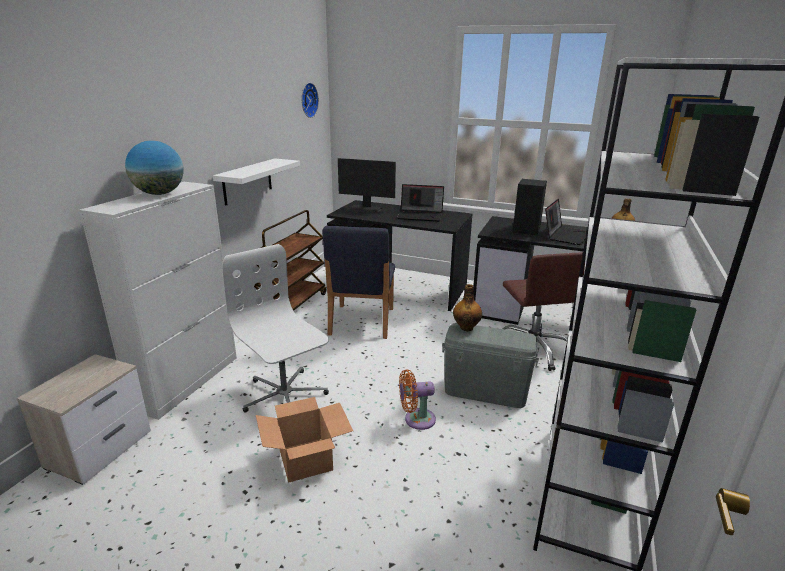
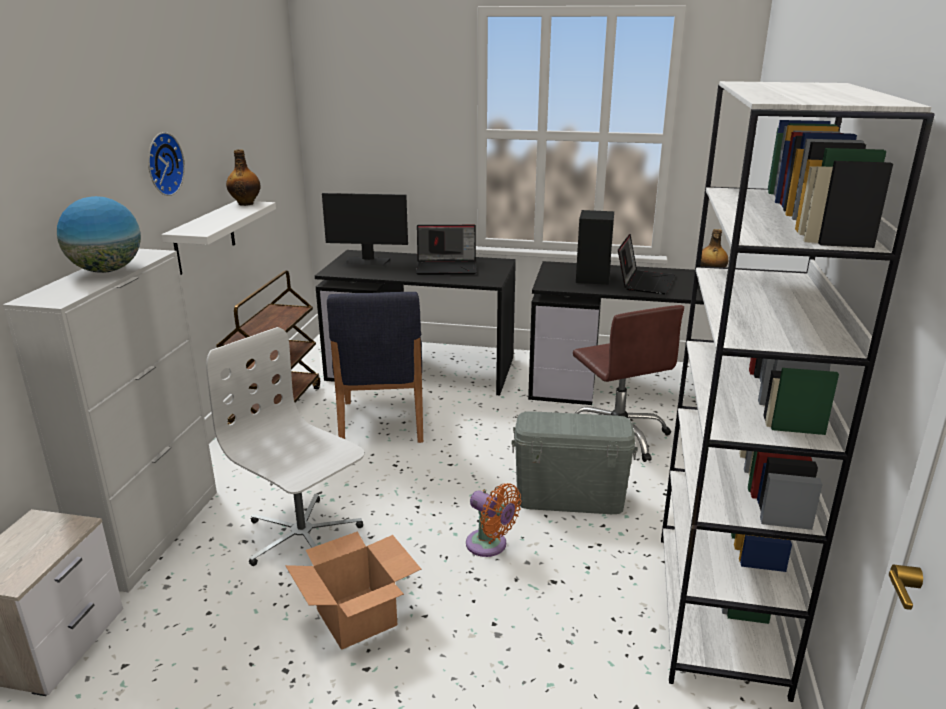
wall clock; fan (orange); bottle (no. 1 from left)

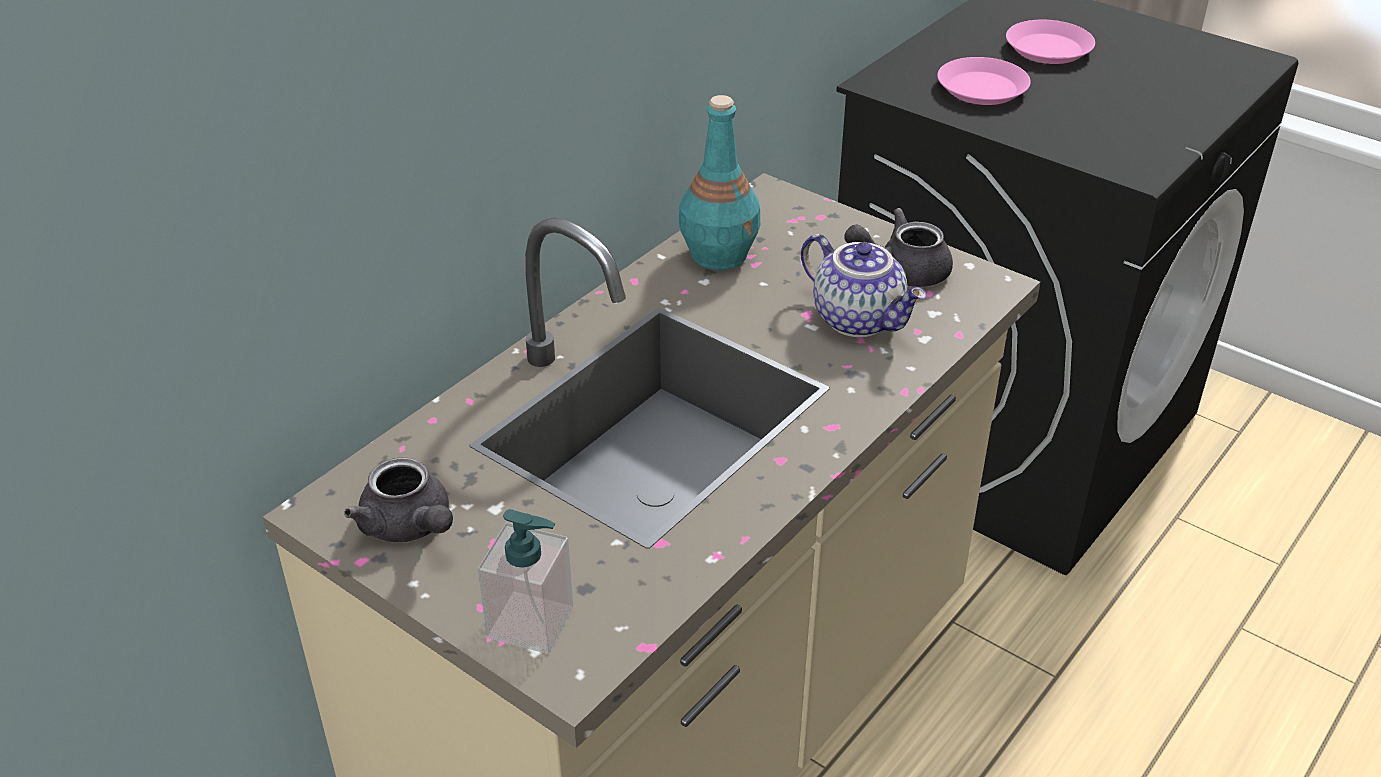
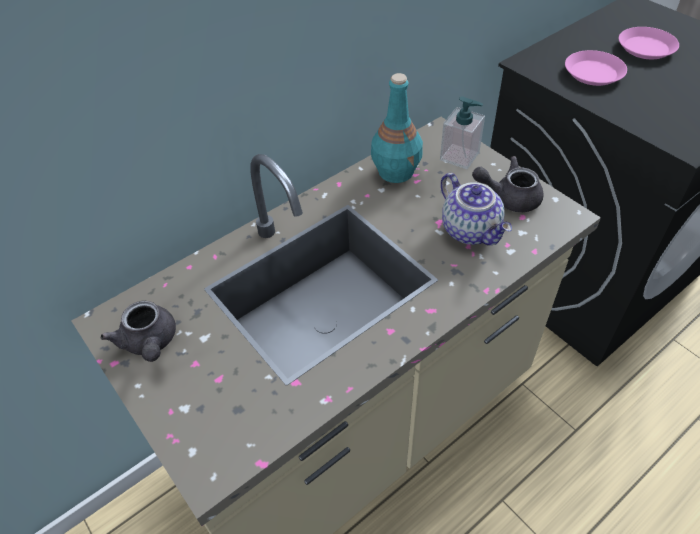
soap dispenser

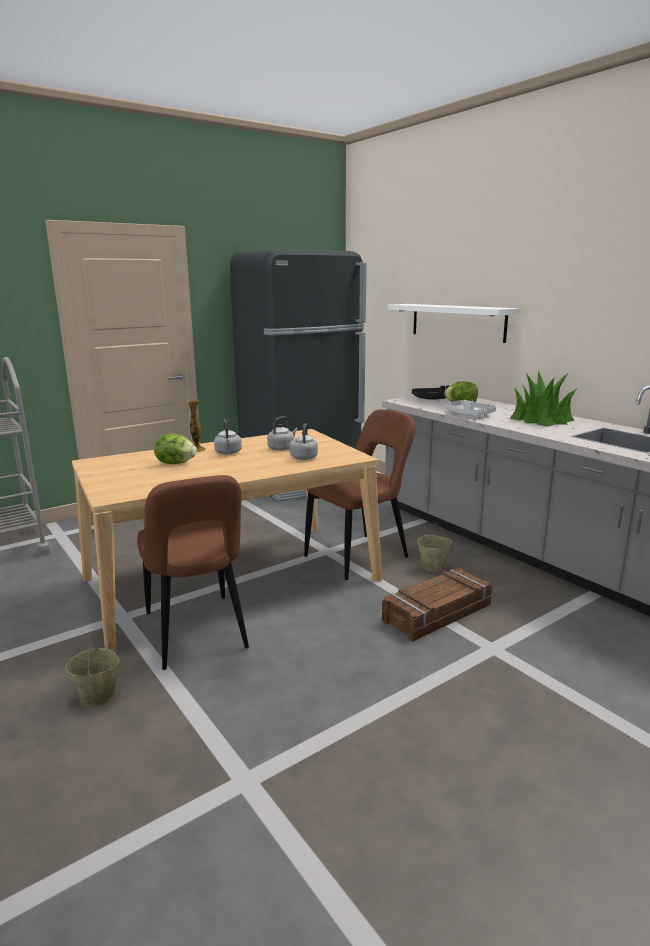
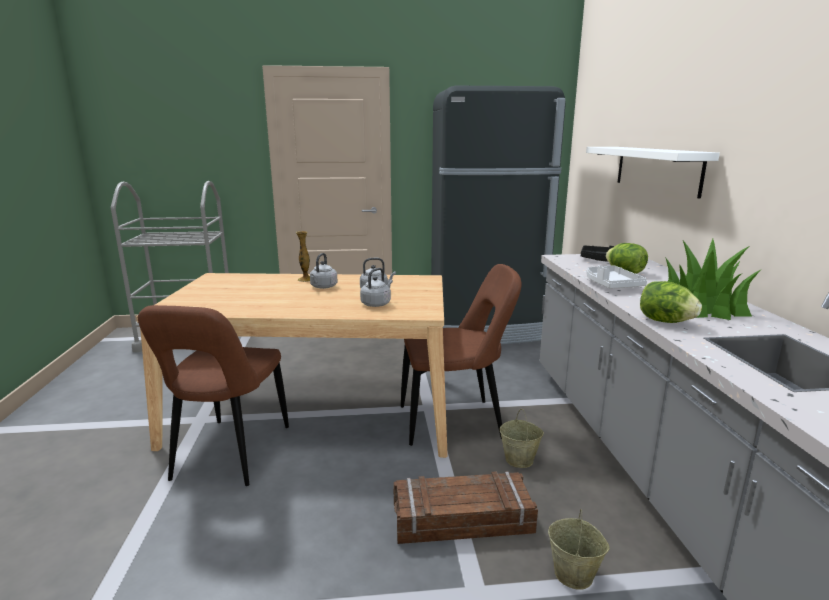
bucket (beige) (no. 2 from left); lettuce (no. 2 from left)

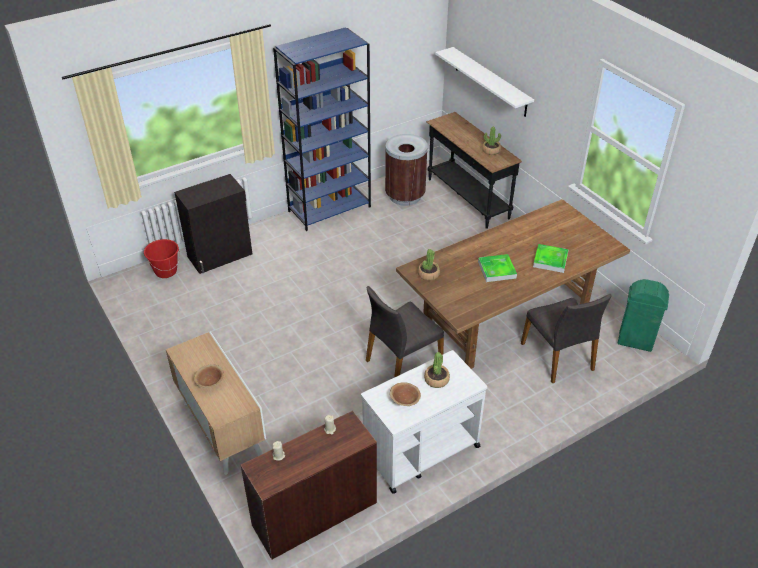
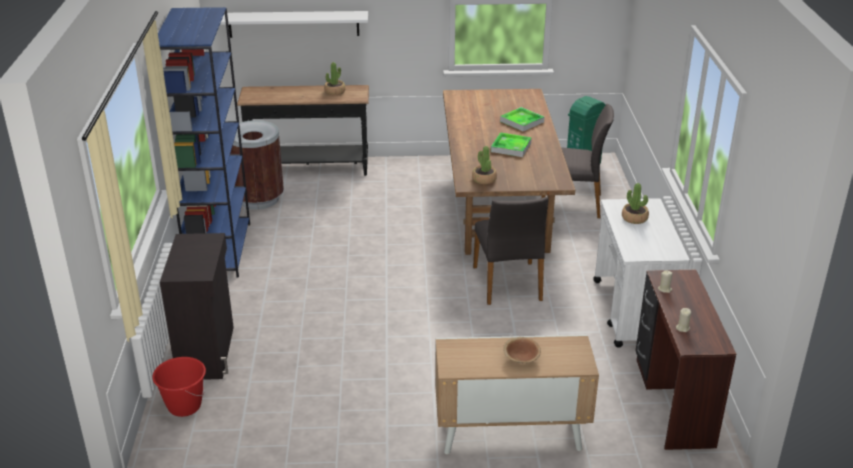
bowl (brown) (no. 2 from left in the first image)

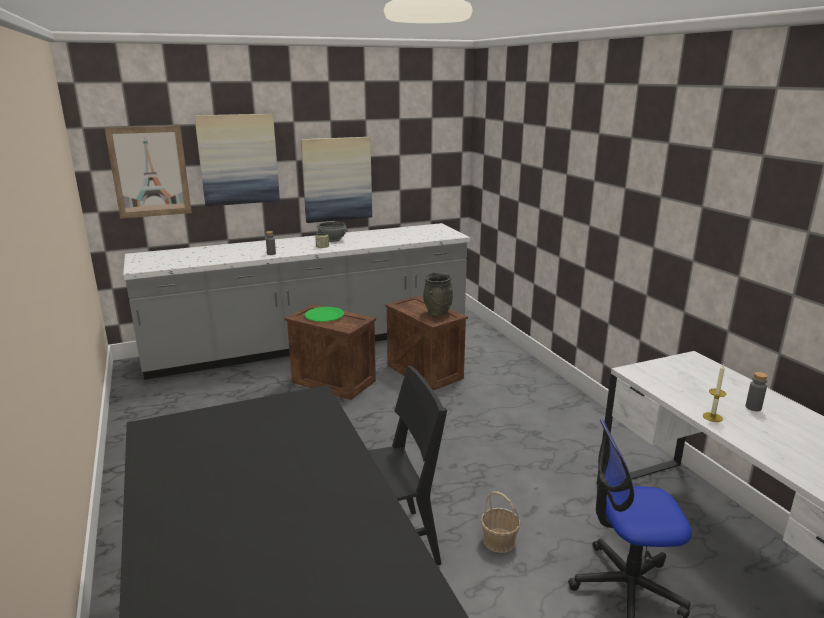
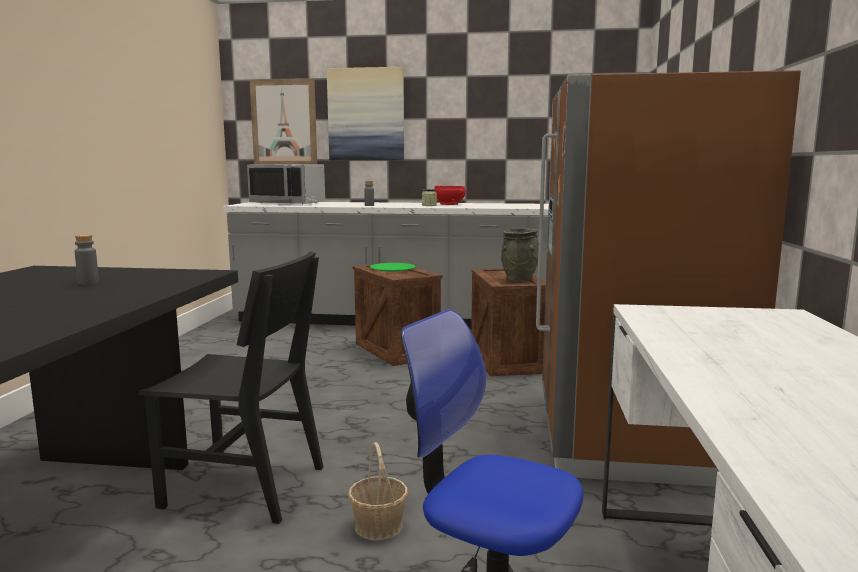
picture (no. 3 from left in the first image); bowl (red); candle; bottle (grey) (no. 1 from left); microwave (grey); fridge (brown)

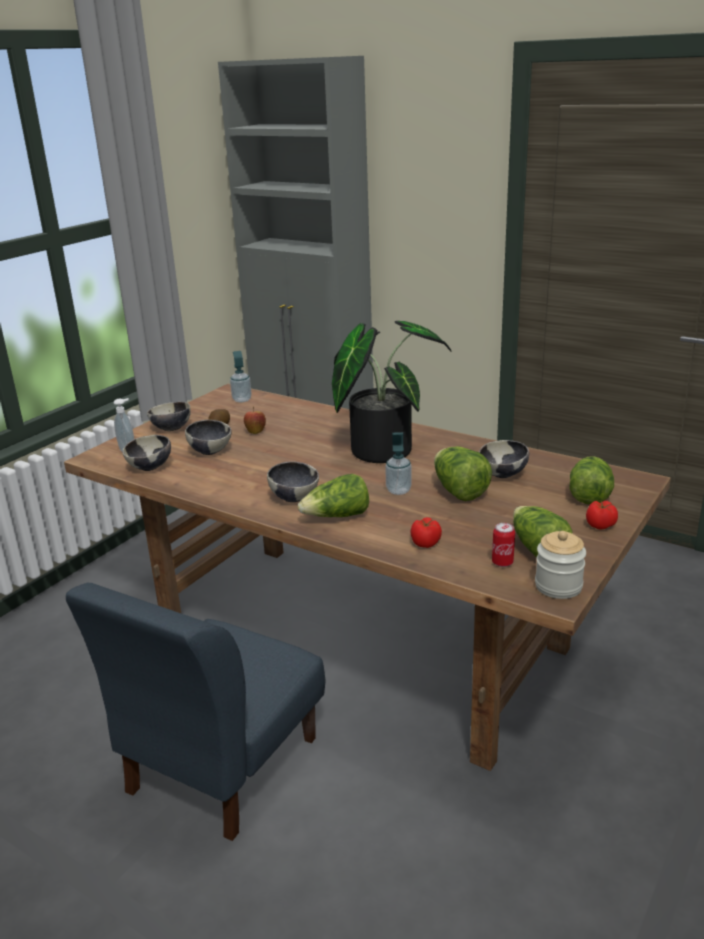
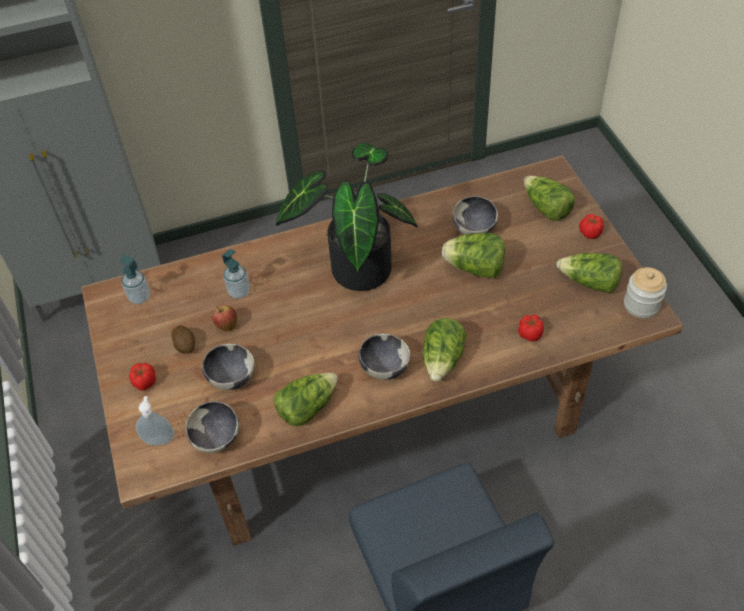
tomato (no. 1 from left); soap dispenser (no. 3 from left); can; lettuce (no. 1 from left)

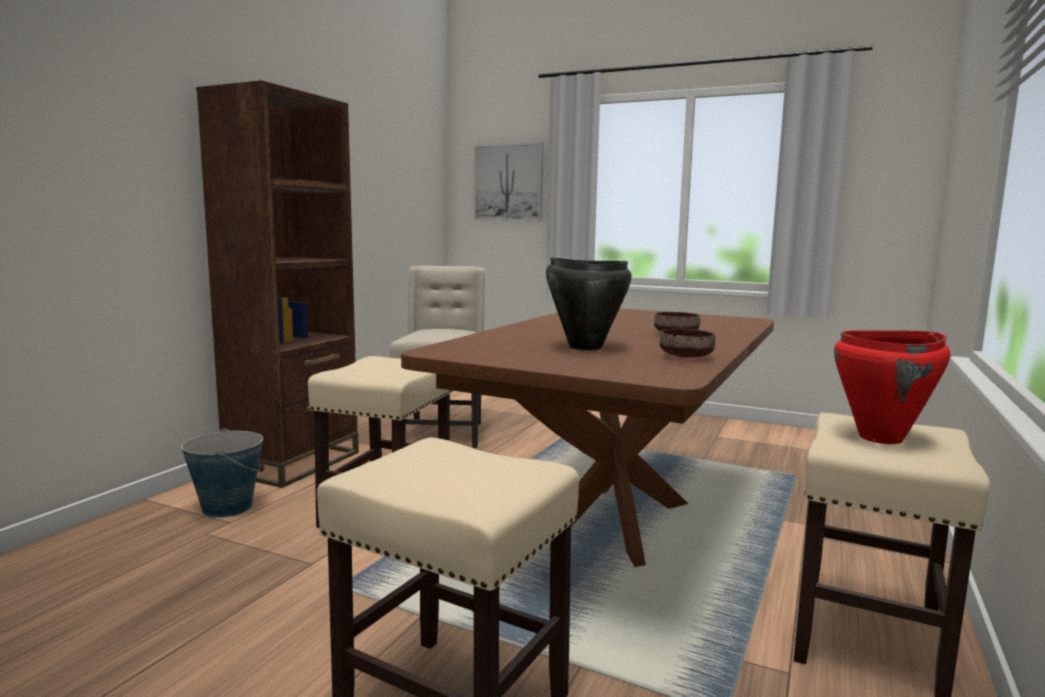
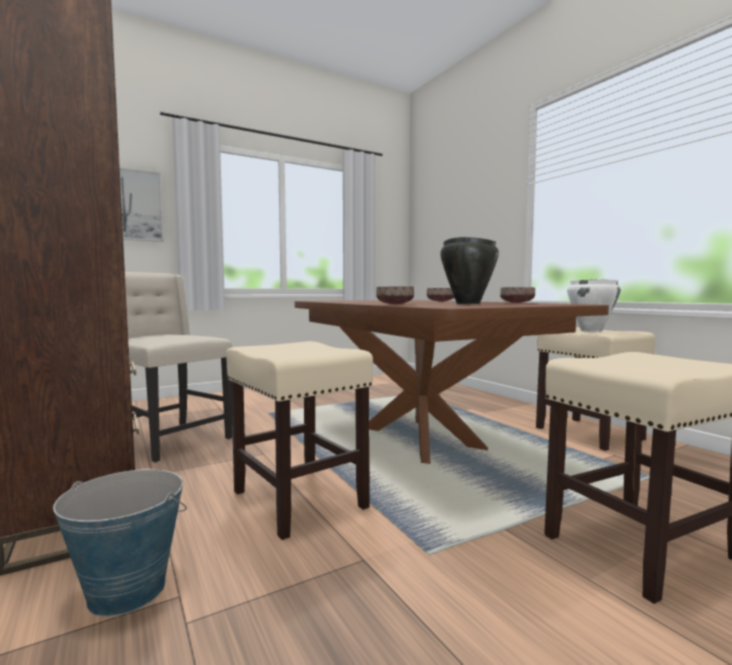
cooking pot (white); bowl (brown) (no. 1 from left)

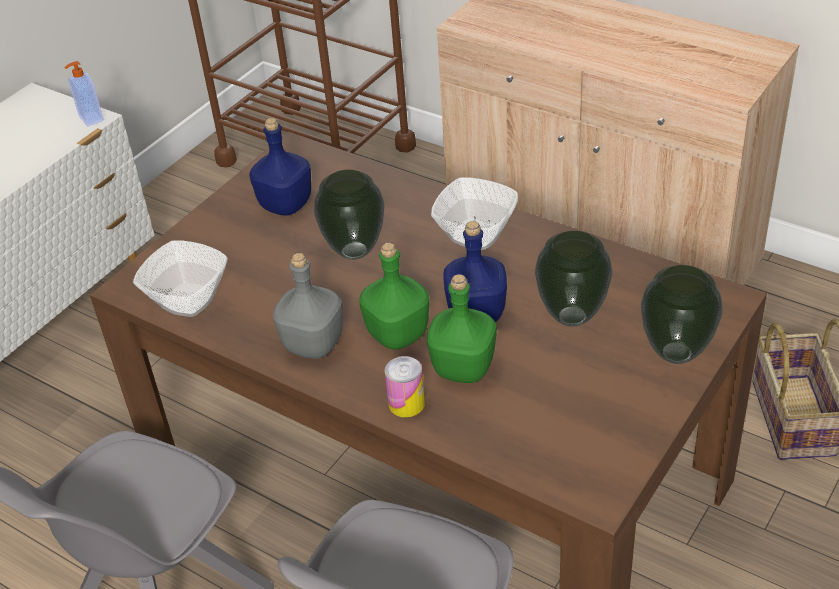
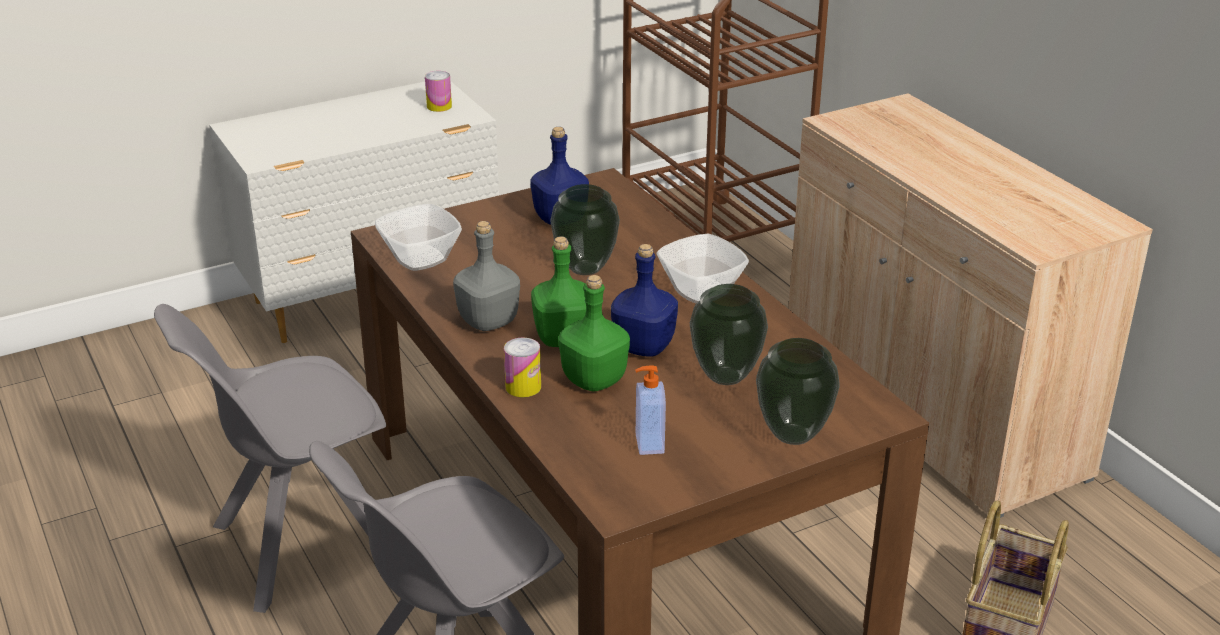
soap dispenser; can (no. 1 from left)

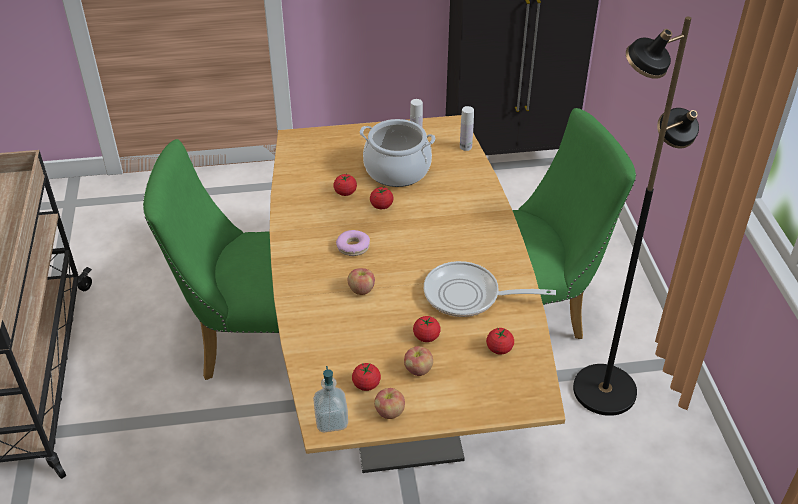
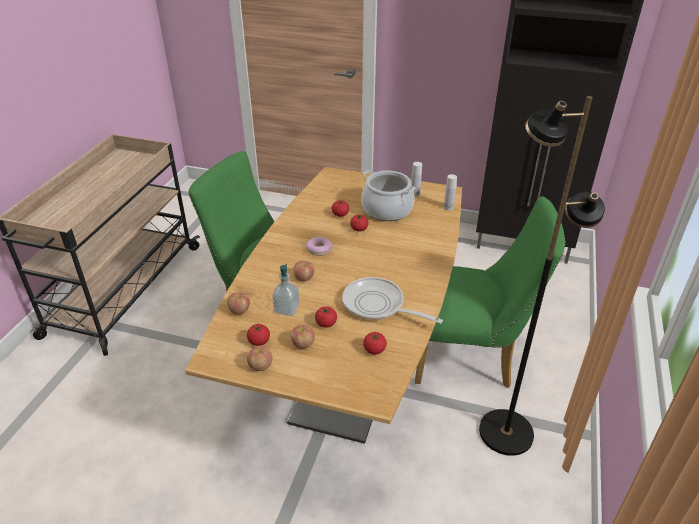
soap dispenser; apple (no. 1 from left)

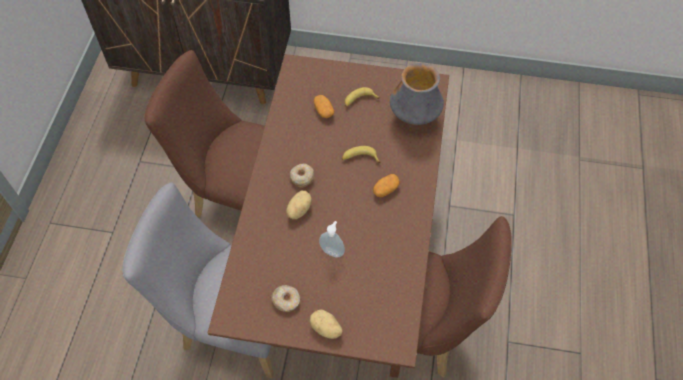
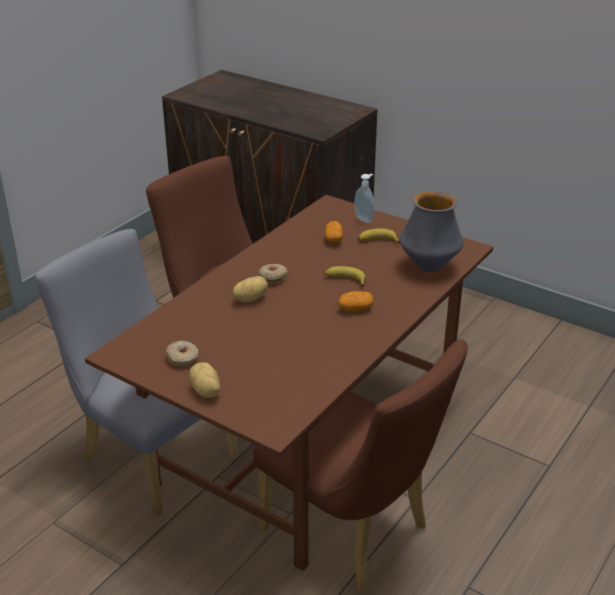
soap dispenser

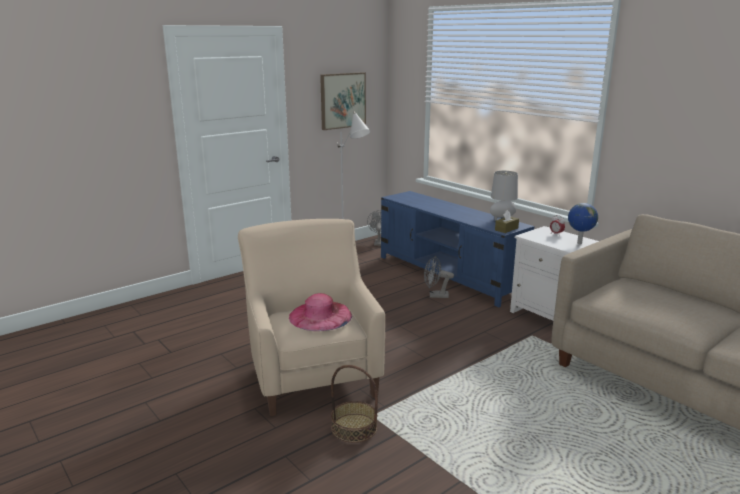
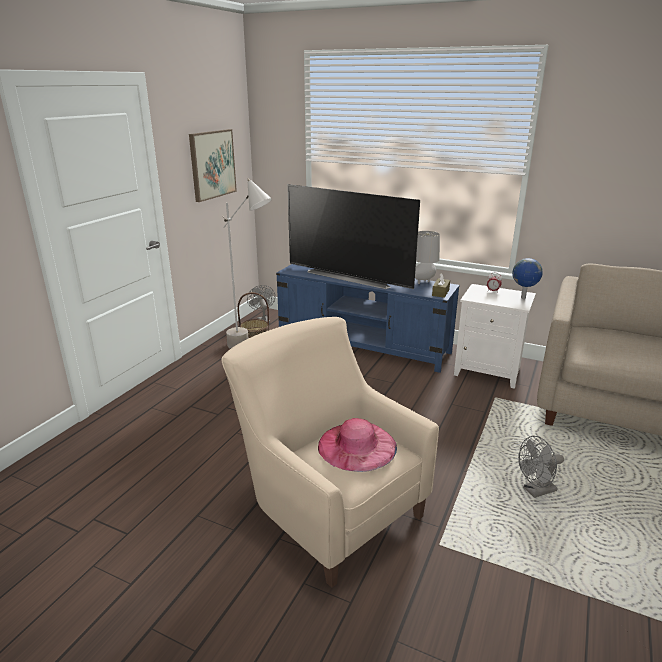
basket; fan (grey) (no. 2 from left); television

